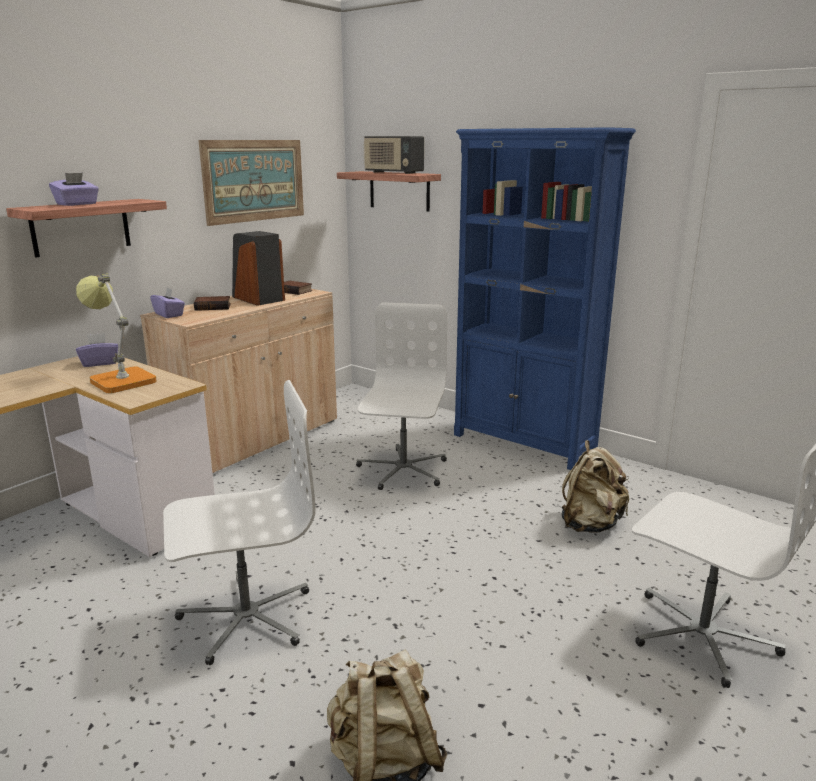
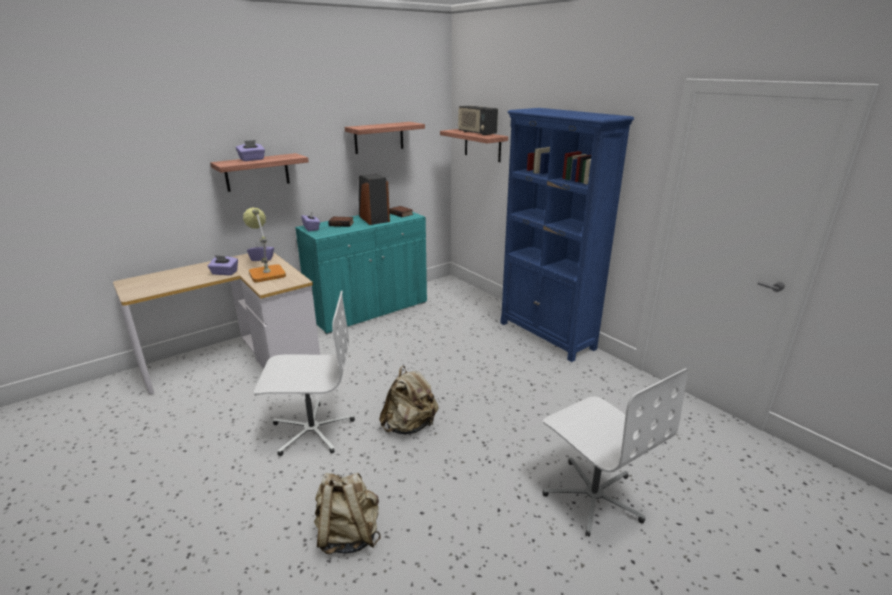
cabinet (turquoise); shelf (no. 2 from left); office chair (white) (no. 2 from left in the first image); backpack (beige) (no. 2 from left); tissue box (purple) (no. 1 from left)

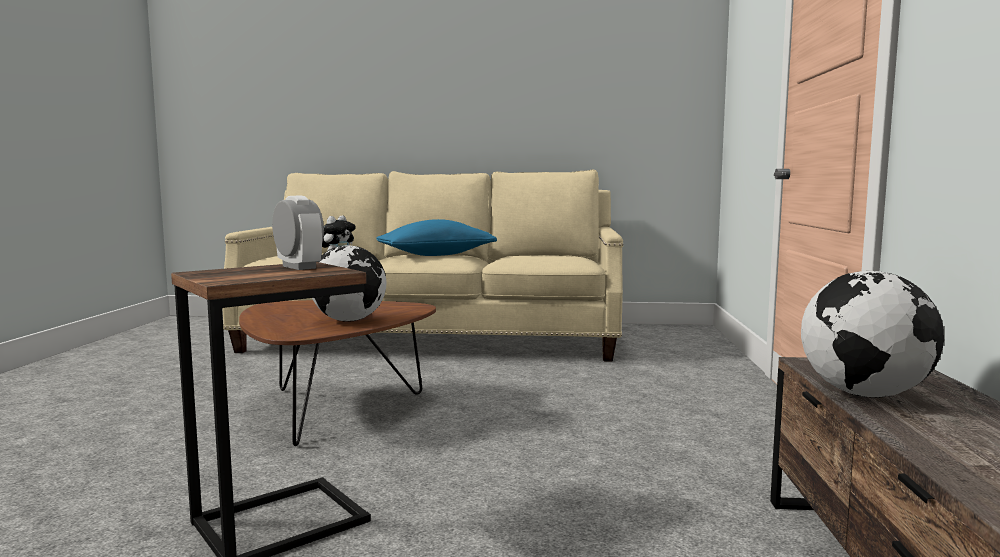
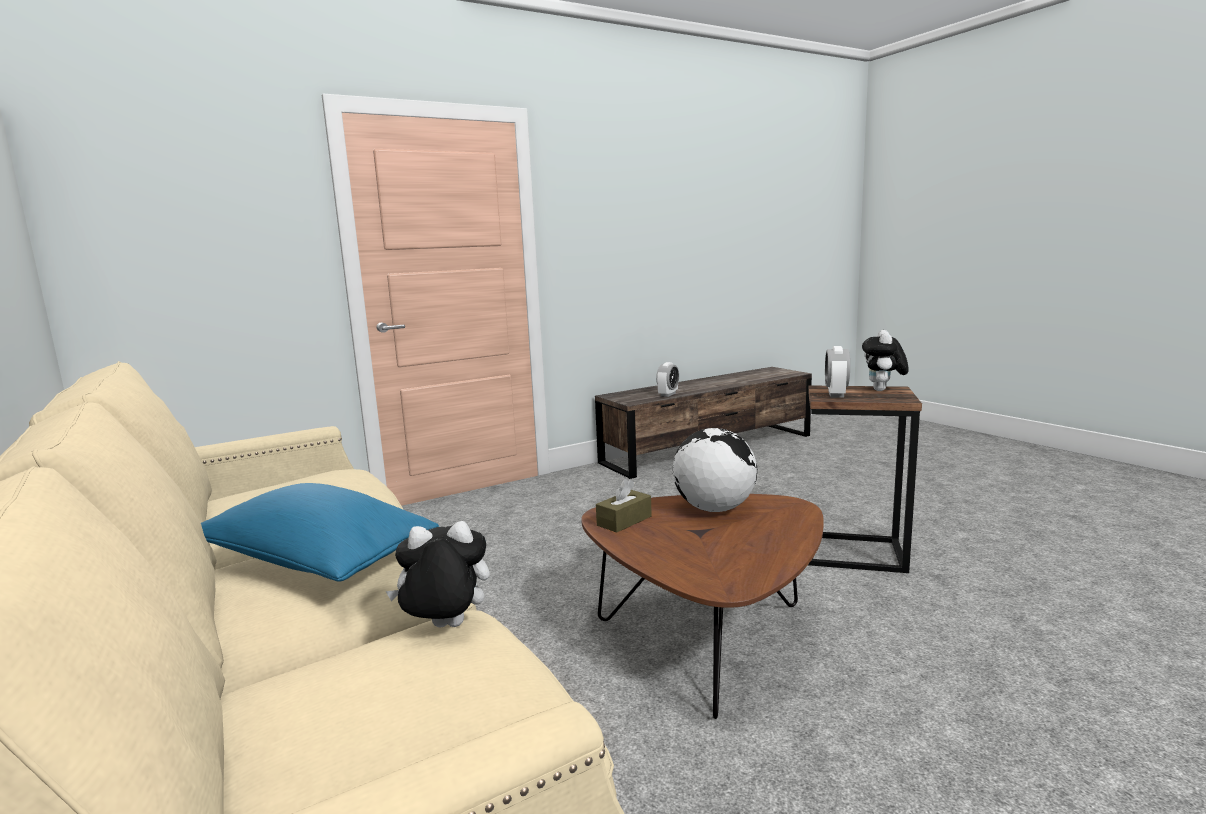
alarm clock (no. 1 from left); tissue box (brown); plush toy (no. 2 from left)

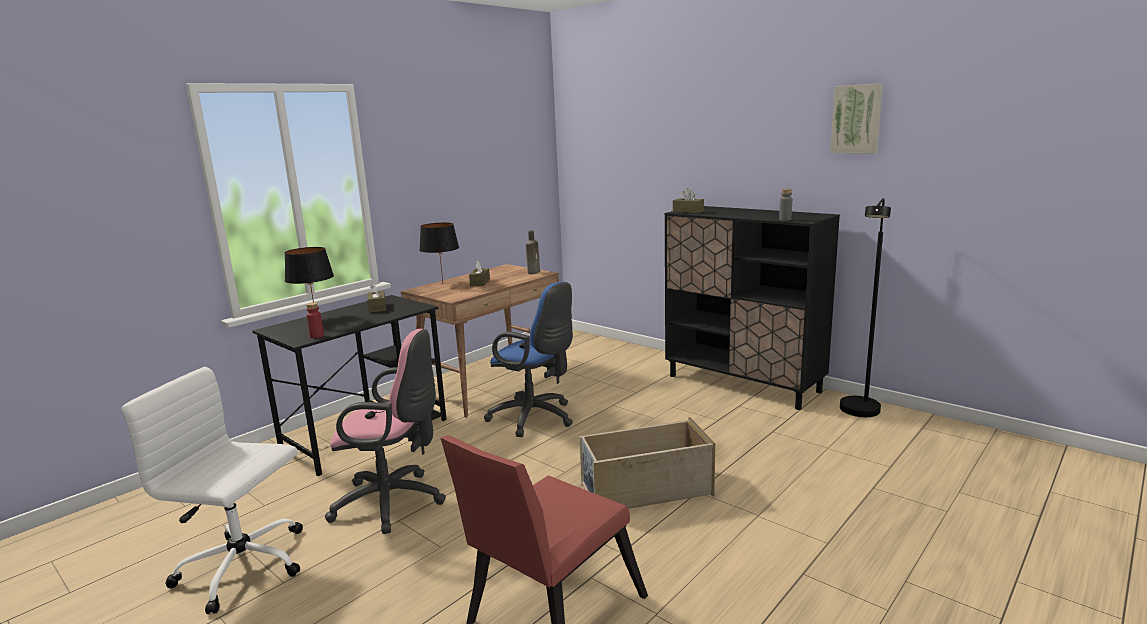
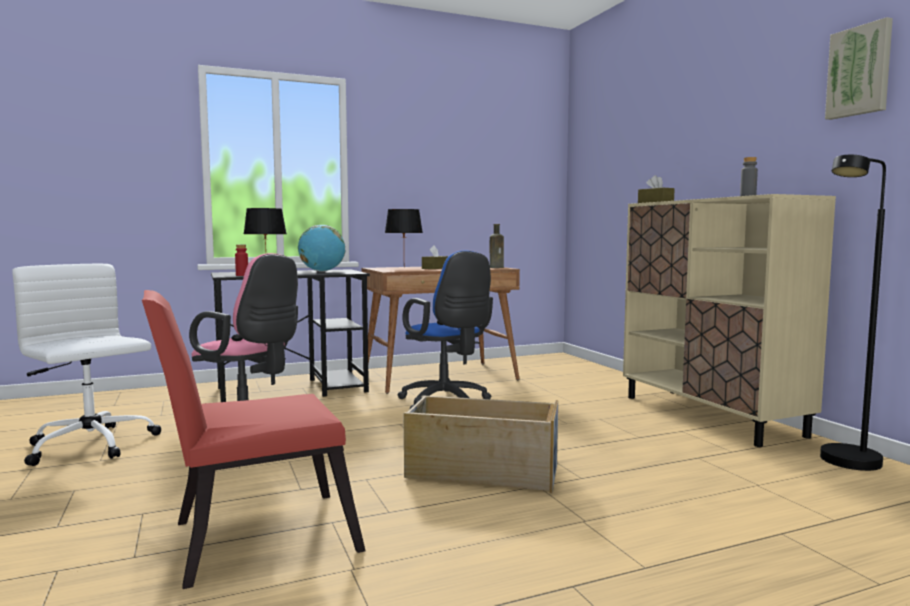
globe; cabinet (beige)

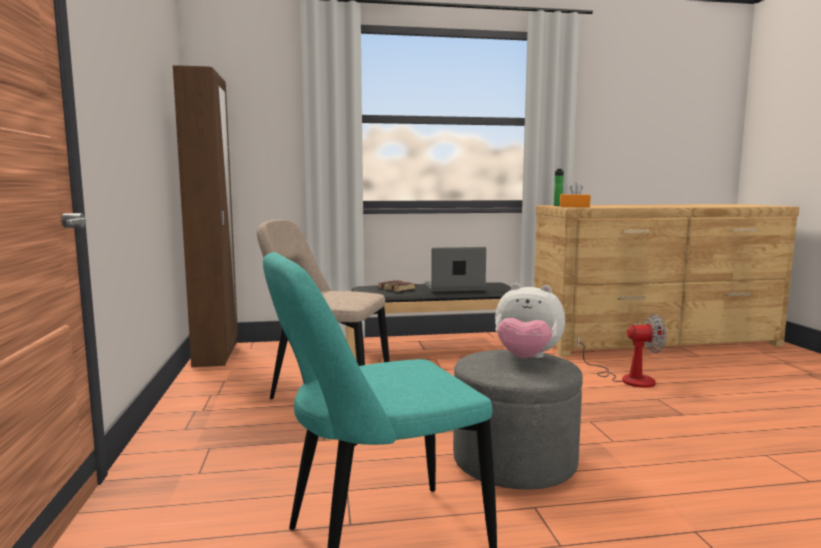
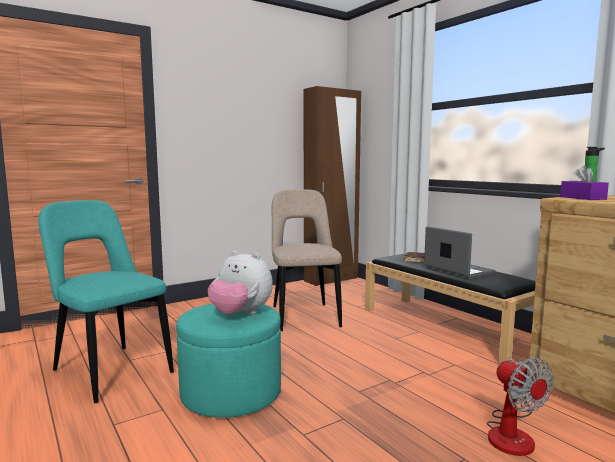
ottoman (turquoise); plush toy; tissue box (purple)

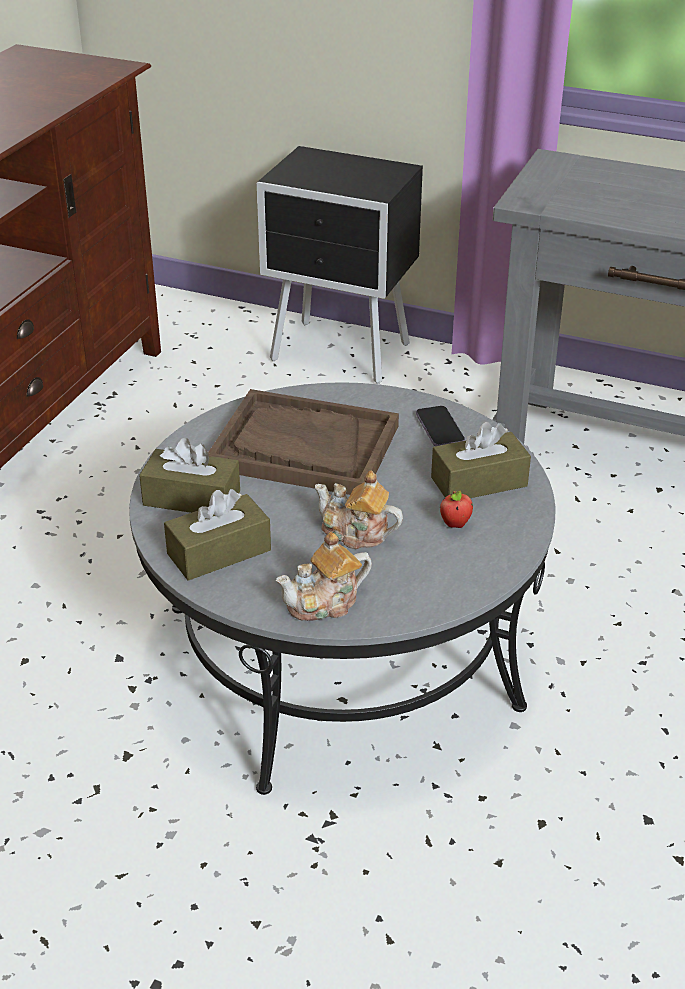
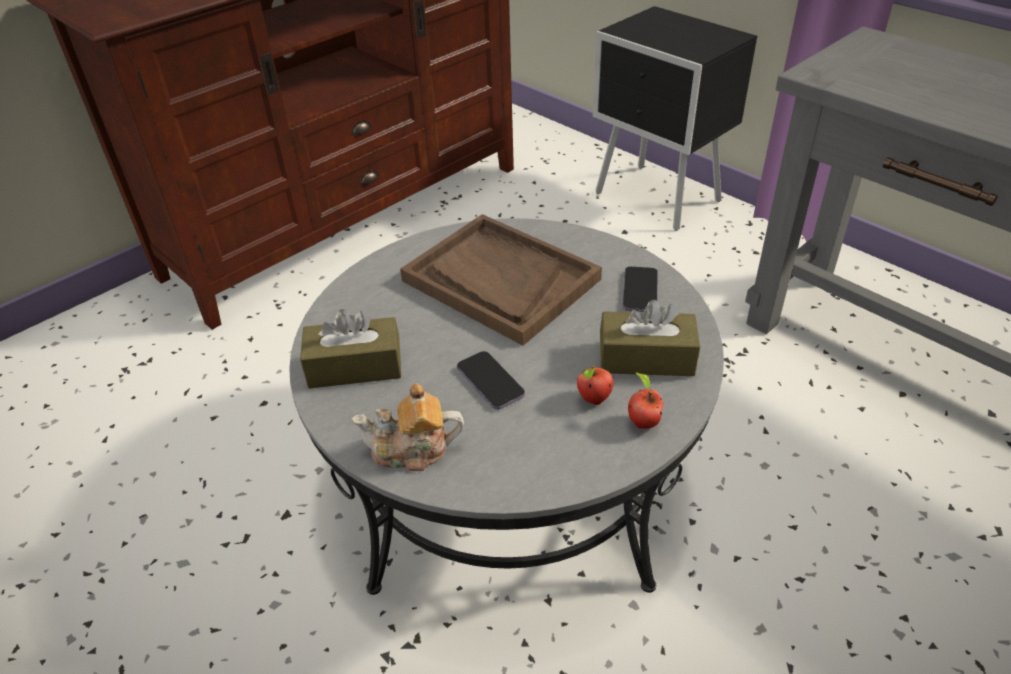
tissue box (brown) (no. 1 from left in the first image); phone (no. 1 from left); apple (no. 2 from left)

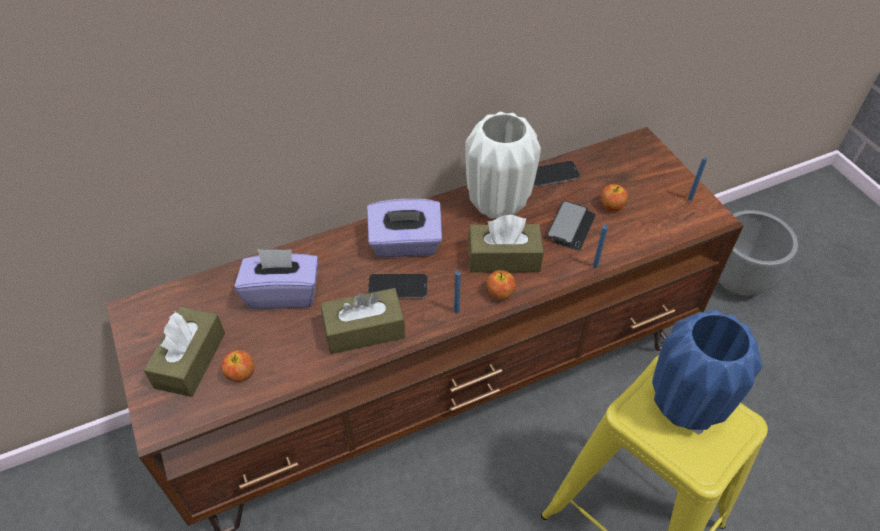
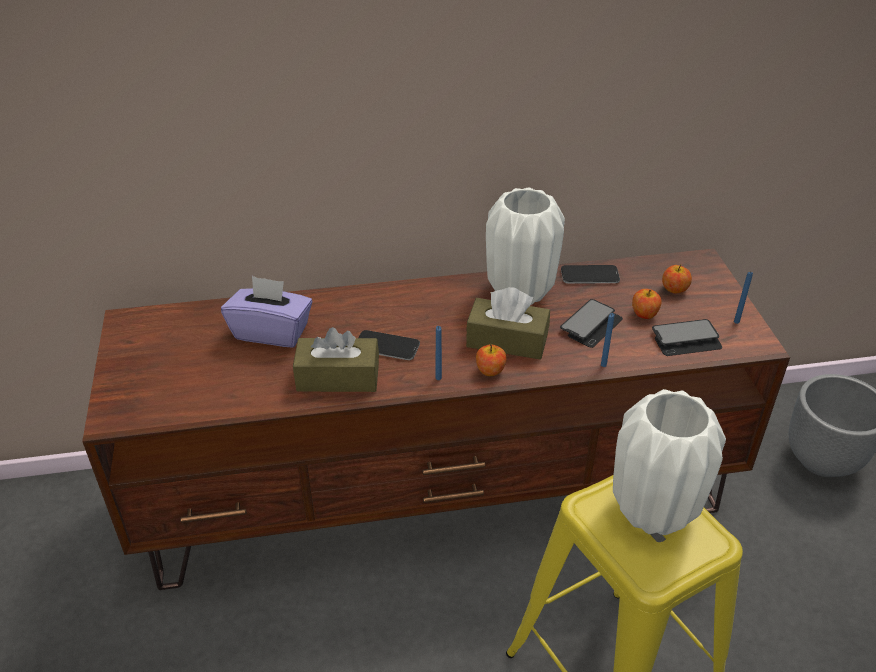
tissue box (brown) (no. 1 from left in the first image); apple (no. 3 from left); tissue box (purple) (no. 2 from left in the first image); vase (white) (no. 2 from left); phone (no. 4 from left)

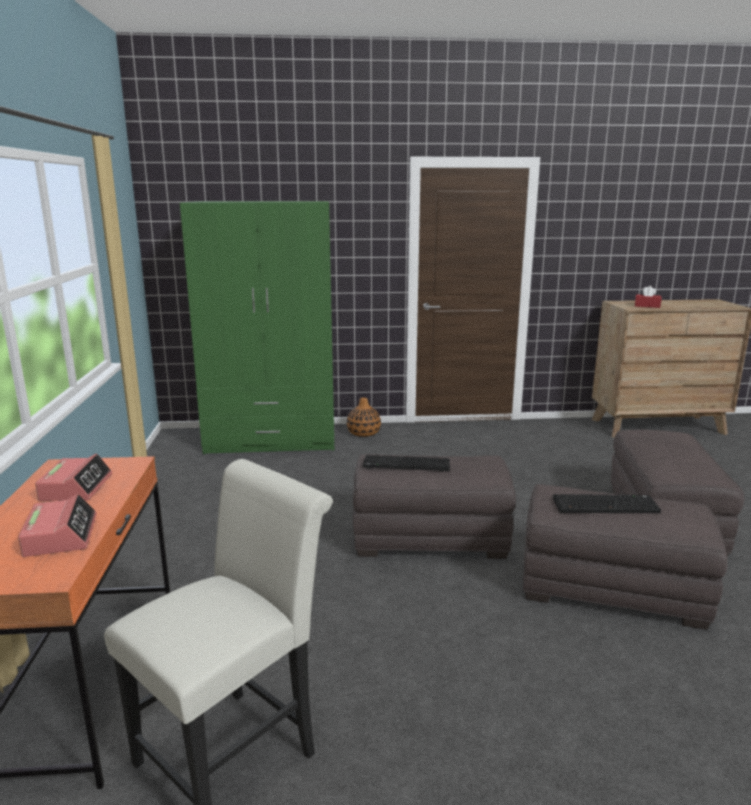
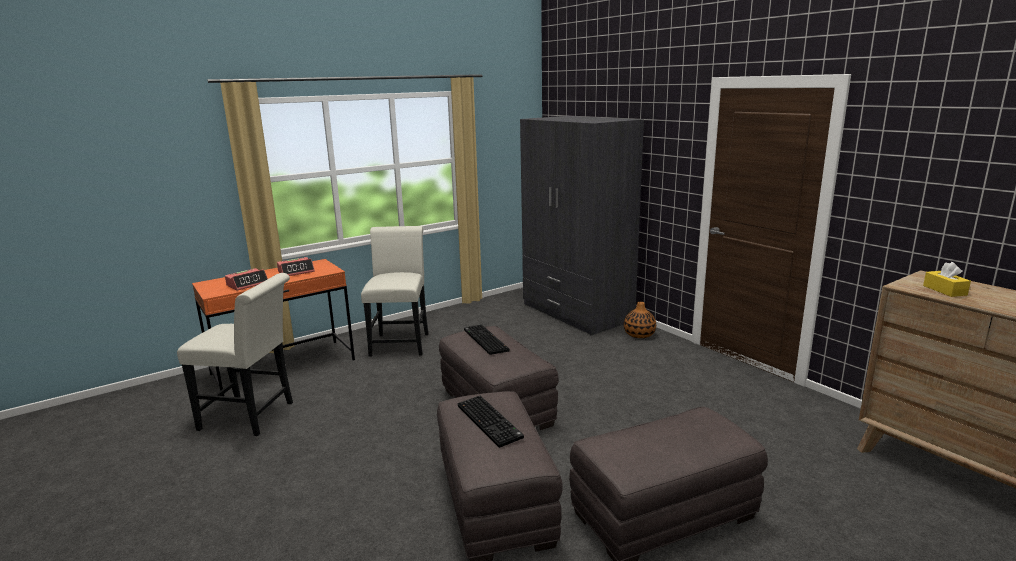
wardrobe (grey); tissue box (yellow); chair (white) (no. 2 from left)

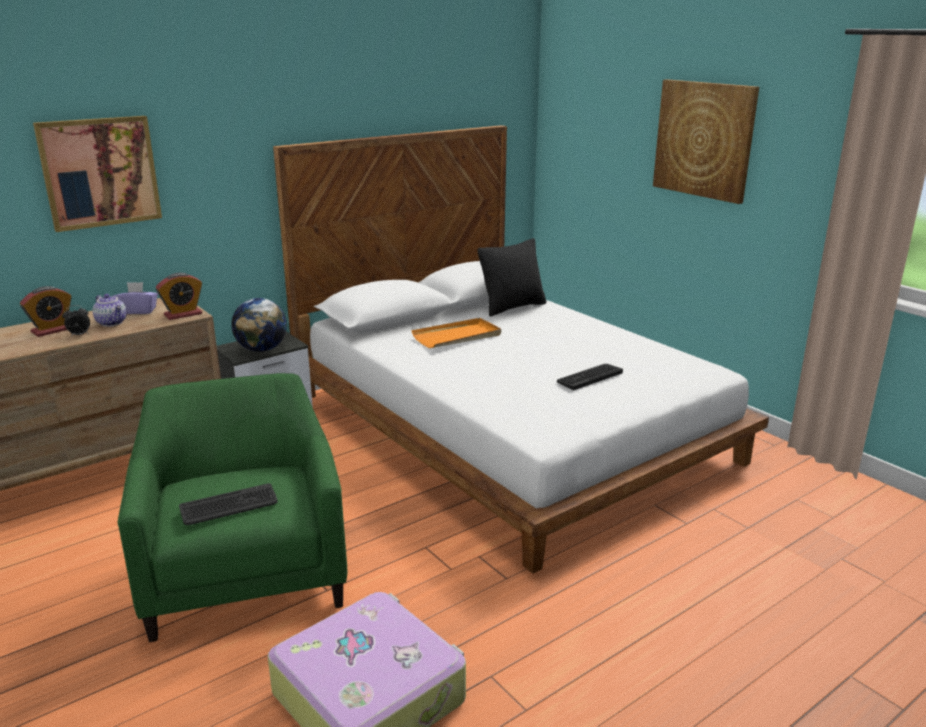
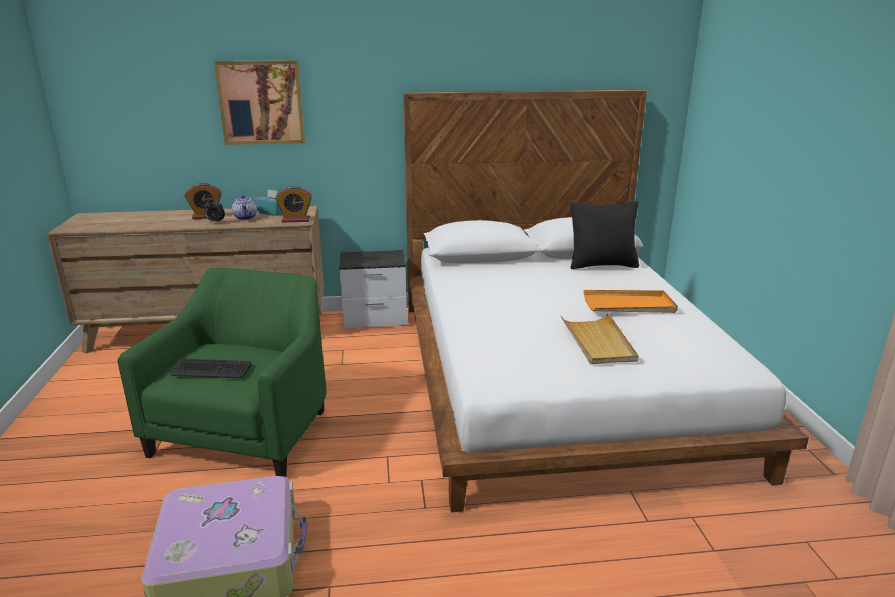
tissue box (turquoise); globe; tray (orange); tray (beige); picture (no. 2 from left in the first image)

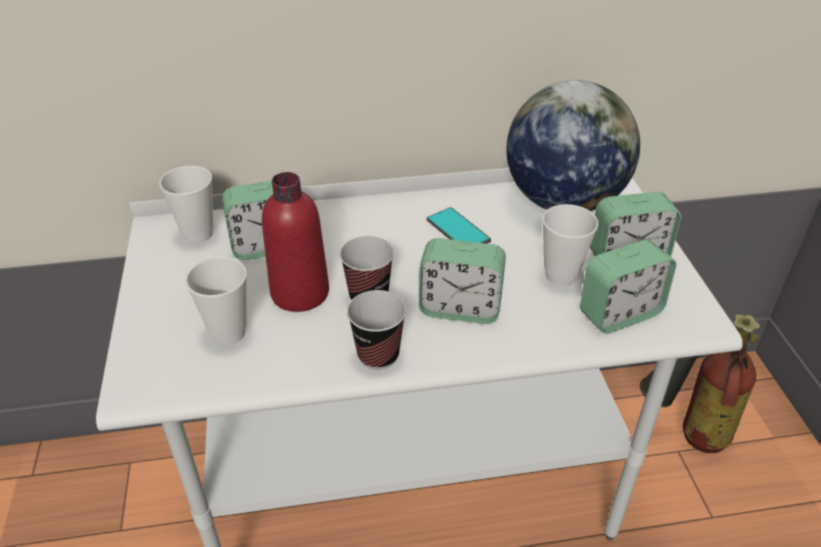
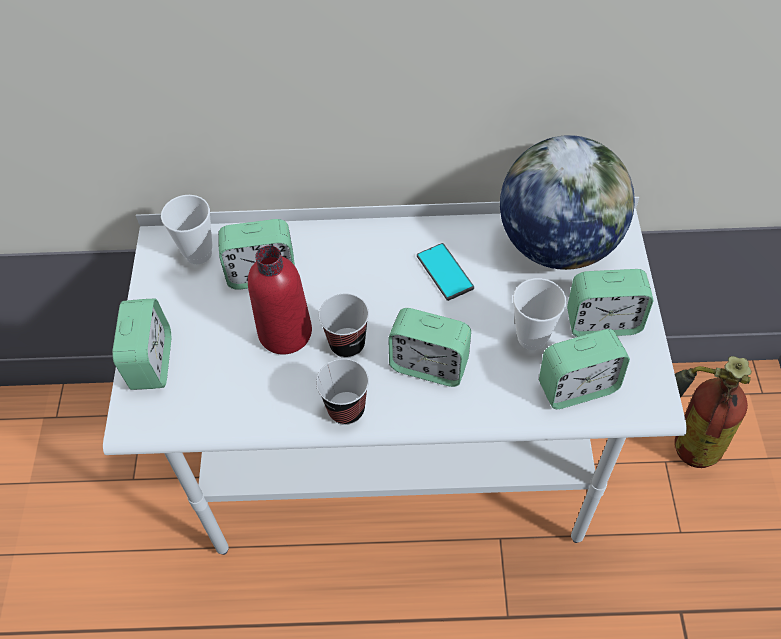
cup (no. 2 from left in the first image); alarm clock (no. 1 from left)

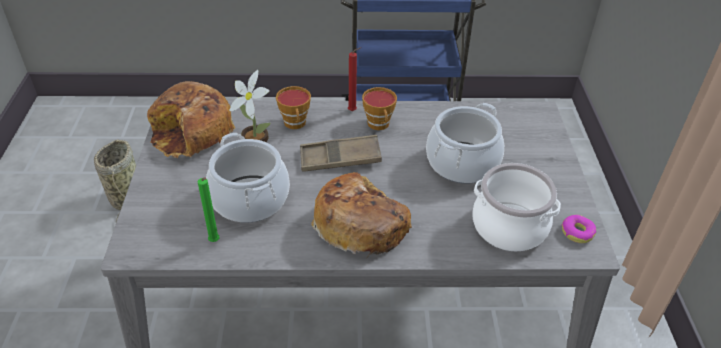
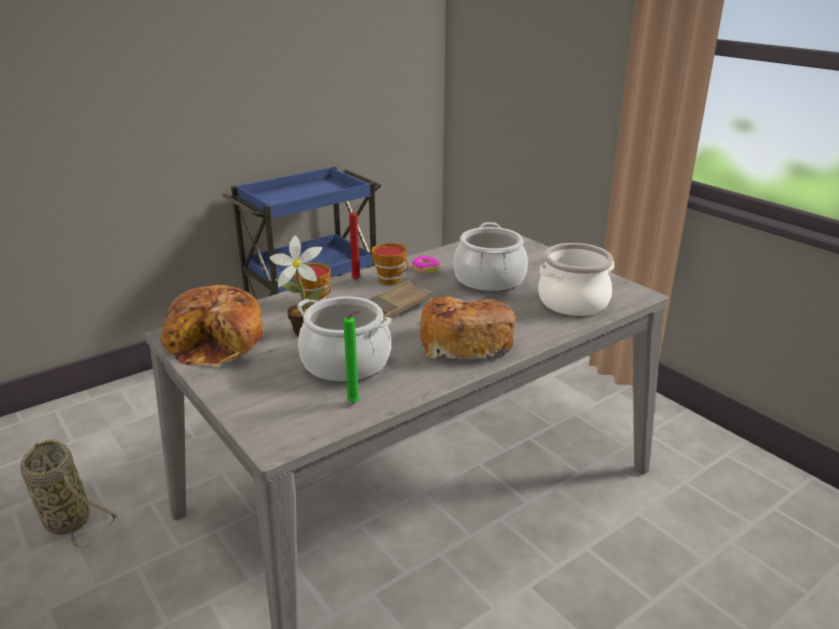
donut

